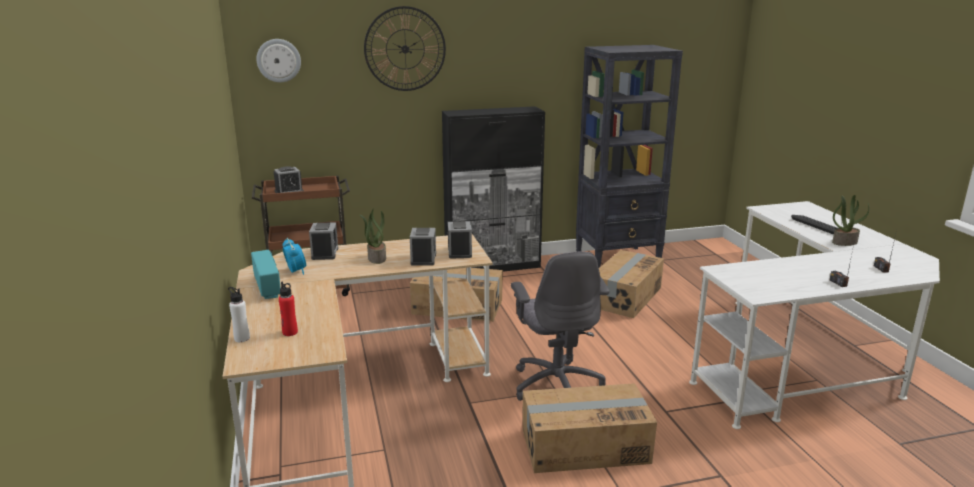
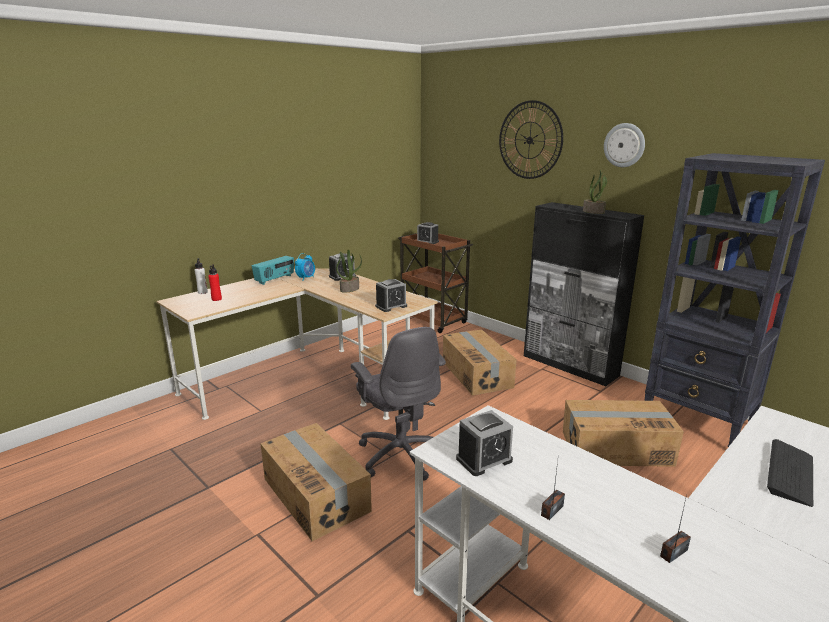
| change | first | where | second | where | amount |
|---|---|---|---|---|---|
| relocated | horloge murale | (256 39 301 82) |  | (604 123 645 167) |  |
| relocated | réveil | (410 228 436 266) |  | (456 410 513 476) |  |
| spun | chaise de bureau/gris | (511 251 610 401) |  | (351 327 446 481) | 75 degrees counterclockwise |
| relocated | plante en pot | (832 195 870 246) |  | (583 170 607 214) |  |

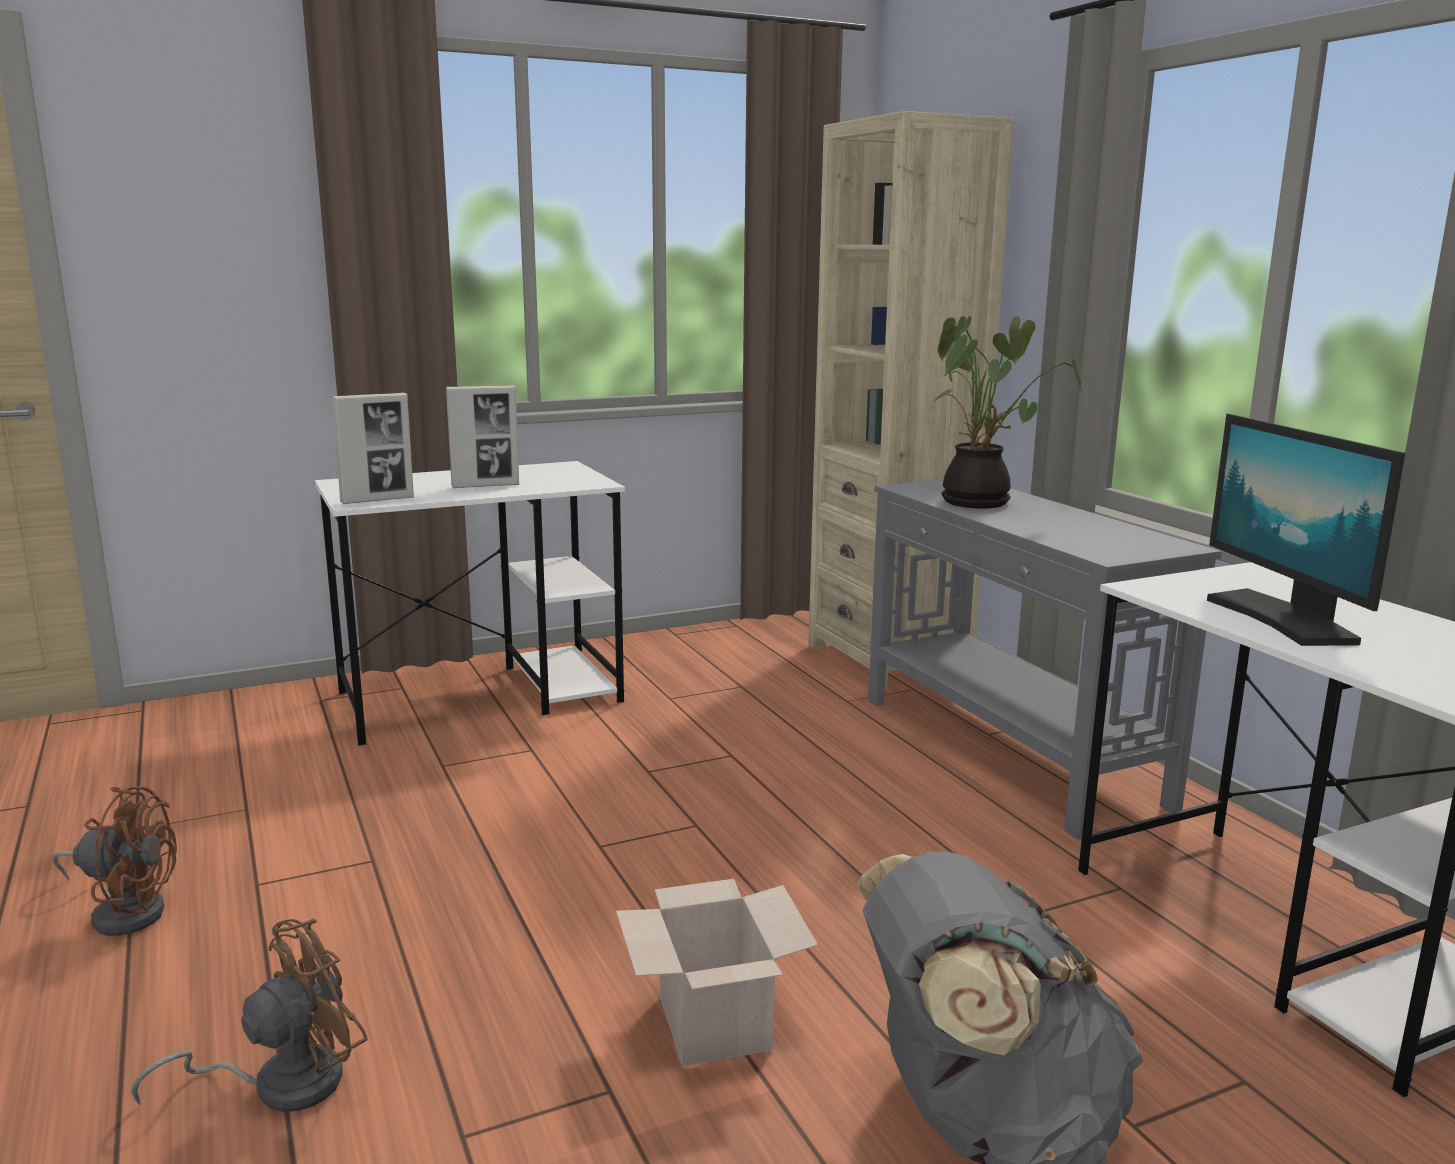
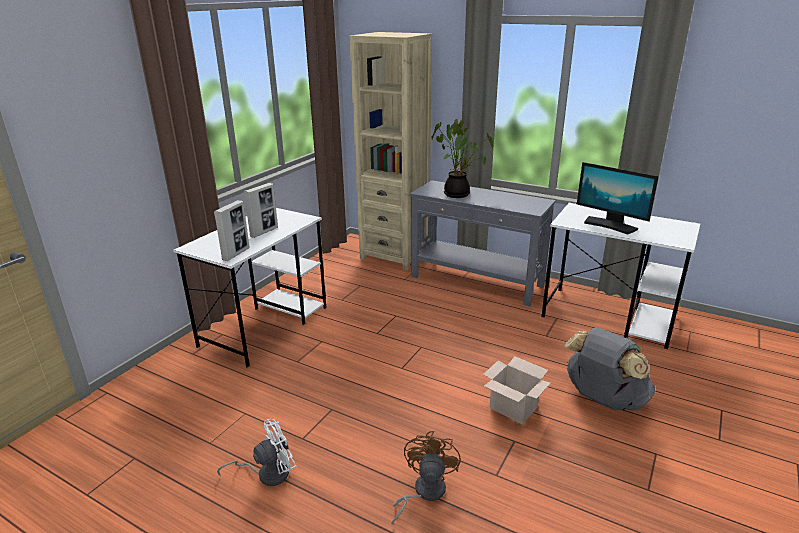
| change | first | where | second | where | amount |
|---|---|---|---|---|---|
| colour | ventilateur/marron | (52 786 177 936) | ventilateur/blanc | (217 419 296 486) |  |

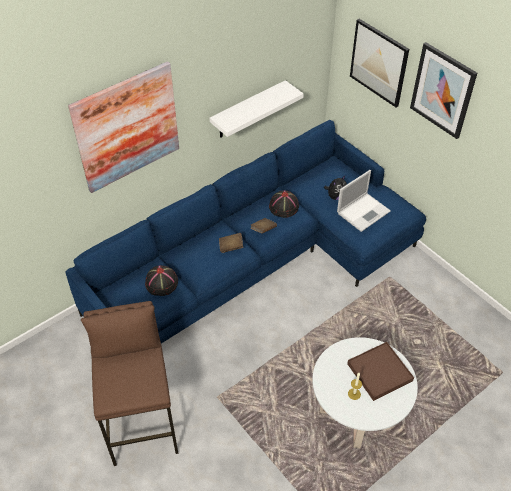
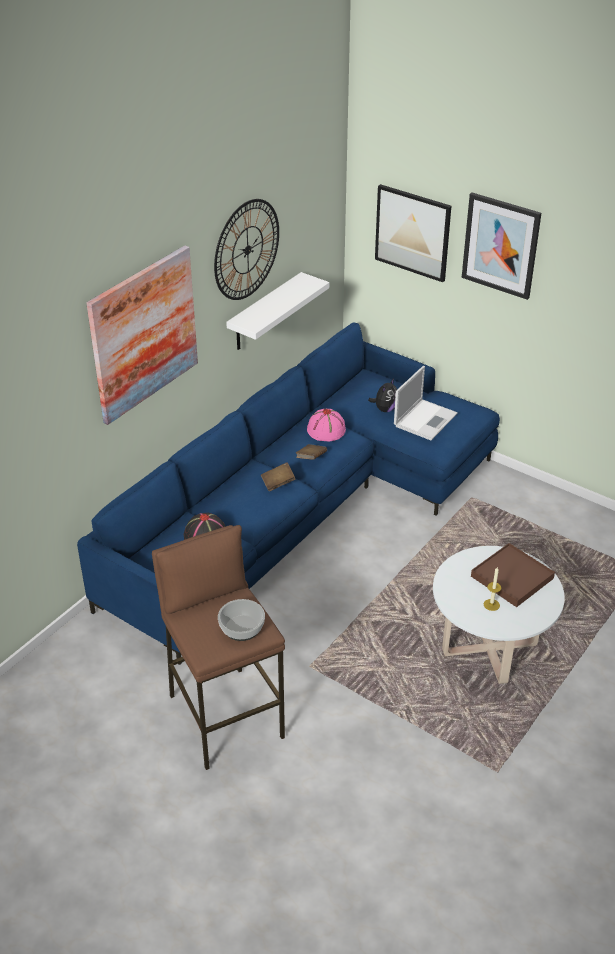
| change | first | where | second | where | amount |
|---|---|---|---|---|---|
| colour | chapeau/noir | (269 190 299 218) | chapeau/rose | (307 409 346 441) |  |
| appeared |  |  | horloge murale | (214 199 279 300) |  |
| appeared |  |  | bol | (218 599 265 641) |  |

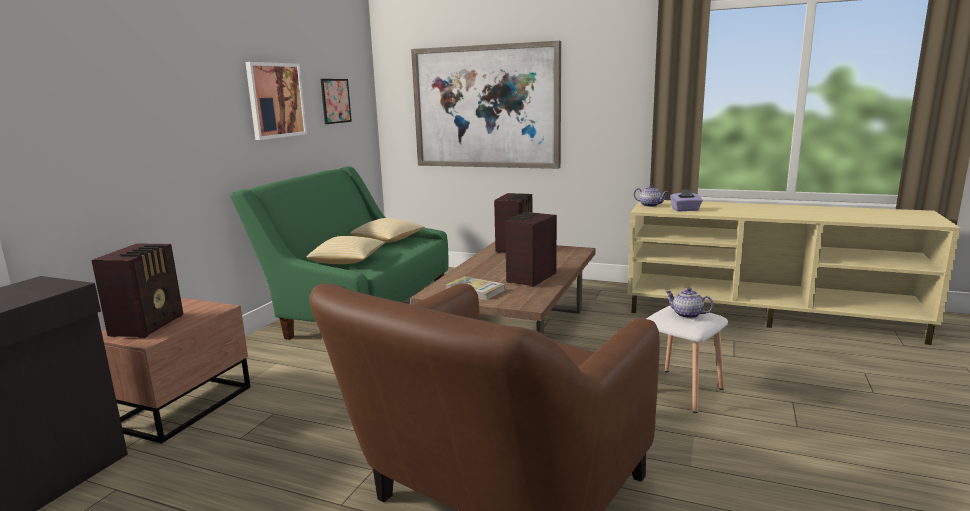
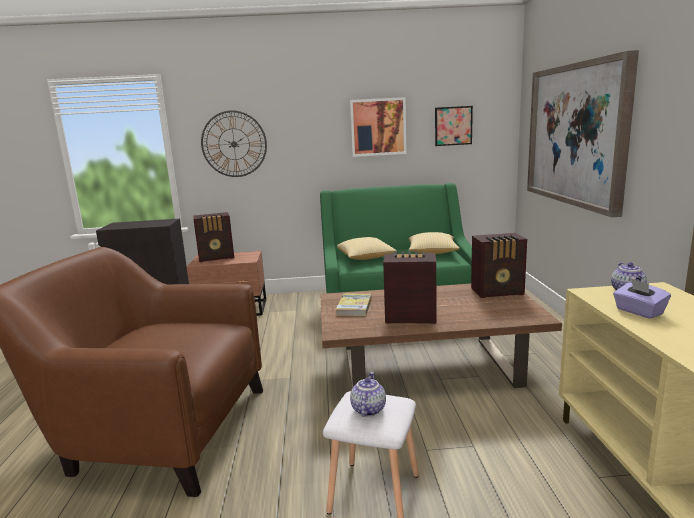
| change | first | where | second | where | amount |
|---|---|---|---|---|---|
| appeared |  |  | horloge murale | (201 110 267 177) |  |

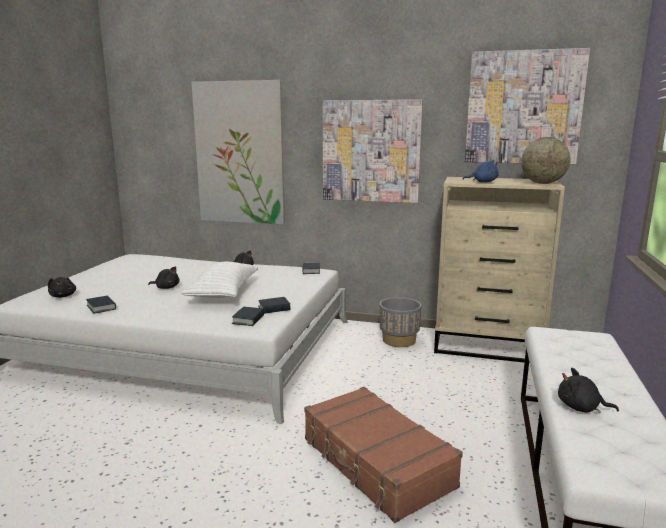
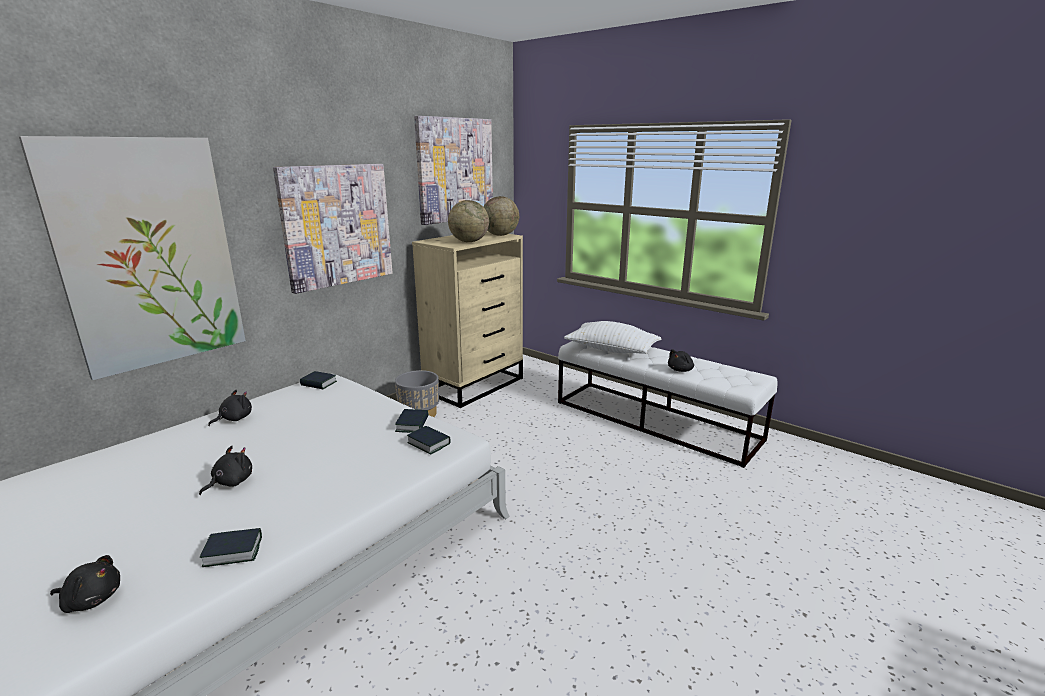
| change | first | where | second | where | amount |
|---|---|---|---|---|---|
| relocated | coussin/blanc | (182 262 258 298) |  | (564 321 662 354) |  |
| missing | valise/marron | (304 387 463 523) |  |  |  |
| exchanged | peluche/bleu | (463 160 499 182) | globe | (448 200 489 242) |  |

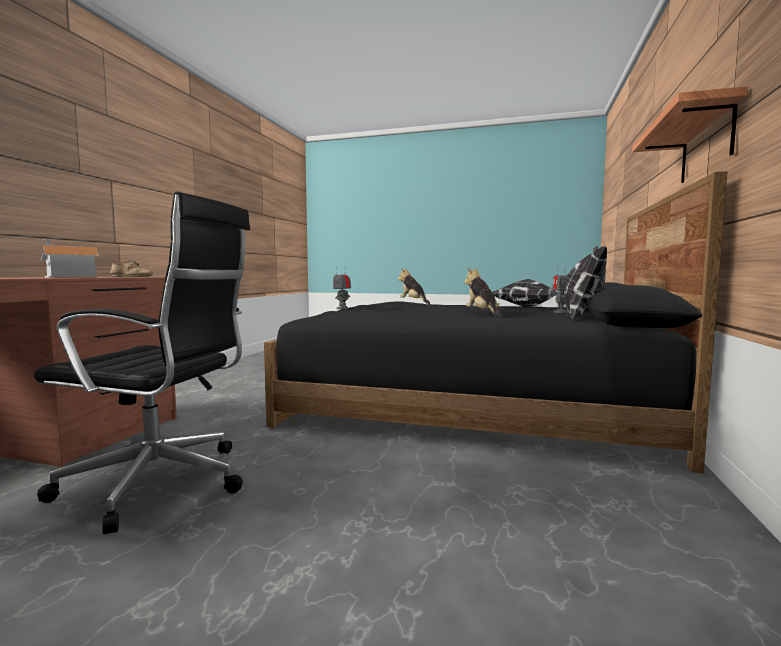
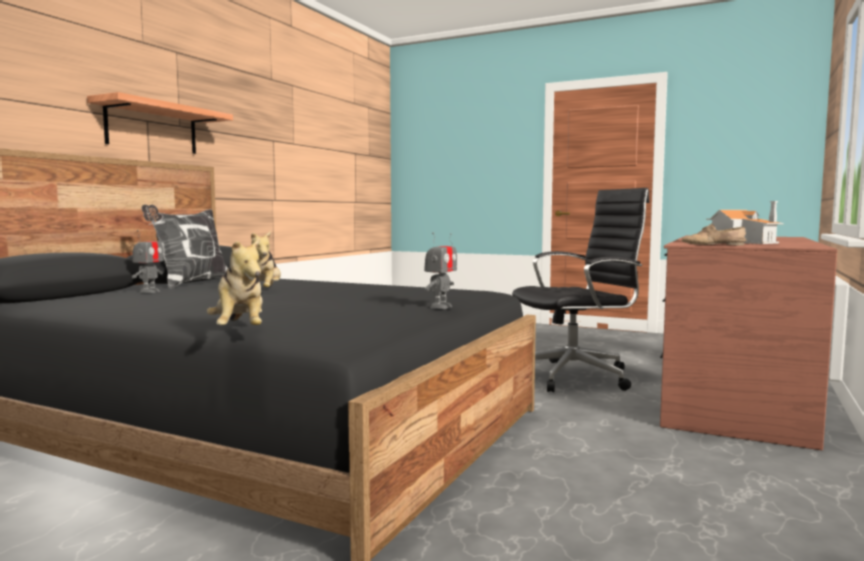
| change | first | where | second | where | amount |
|---|---|---|---|---|---|
| spun | chaise de bureau/noir | (34 191 251 534) |  | (512 188 649 392) | 135 degrees clockwise |
| missing | coussin | (492 279 564 307) |  |  |  |

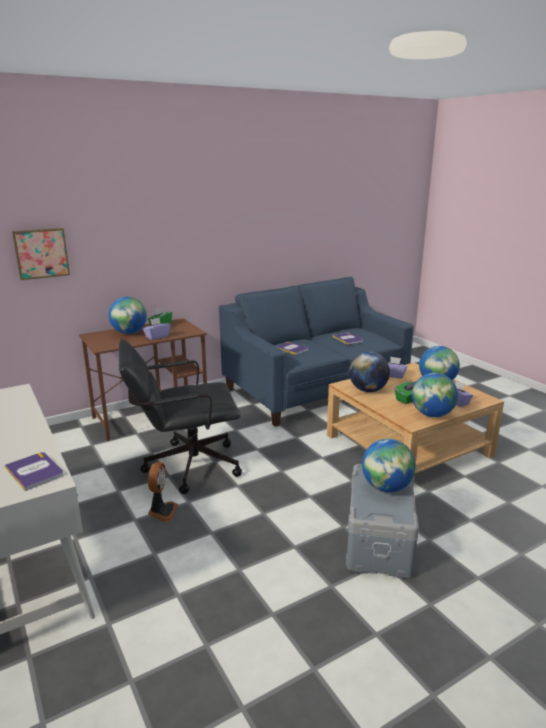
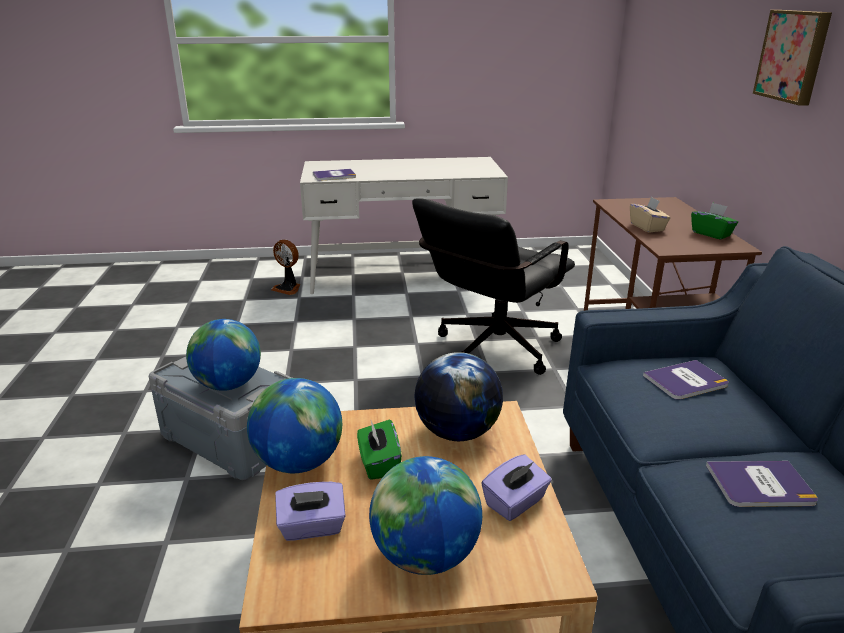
| change | first | where | second | where | amount |
|---|---|---|---|---|---|
| relocated | tableau | (12 228 70 280) |  | (753 10 832 106) |  |
| missing | globe | (108 297 147 334) |  |  |  |
| spun | chaise de bureau/noir | (119 339 242 494) |  | (412 198 575 375) | 150 degrees counterclockwise |
| colour | boîte à mouchoirs/violet | (143 317 171 340) | boîte à mouchoirs/beige | (630 197 670 233) |  |
| relocated | ventilateur | (148 462 178 522) |  | (271 240 300 295) |  |

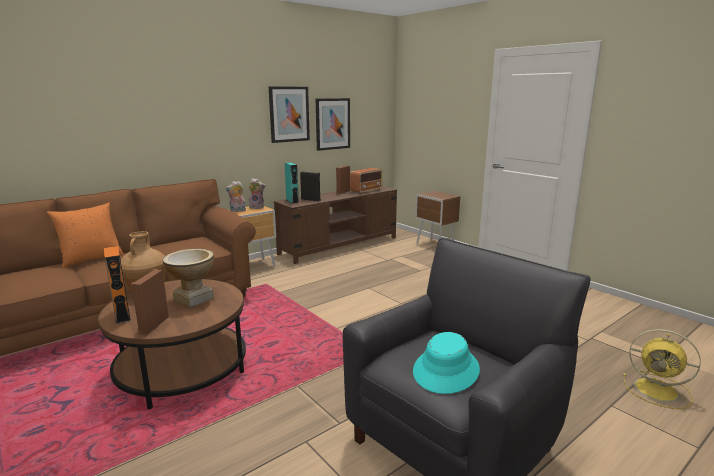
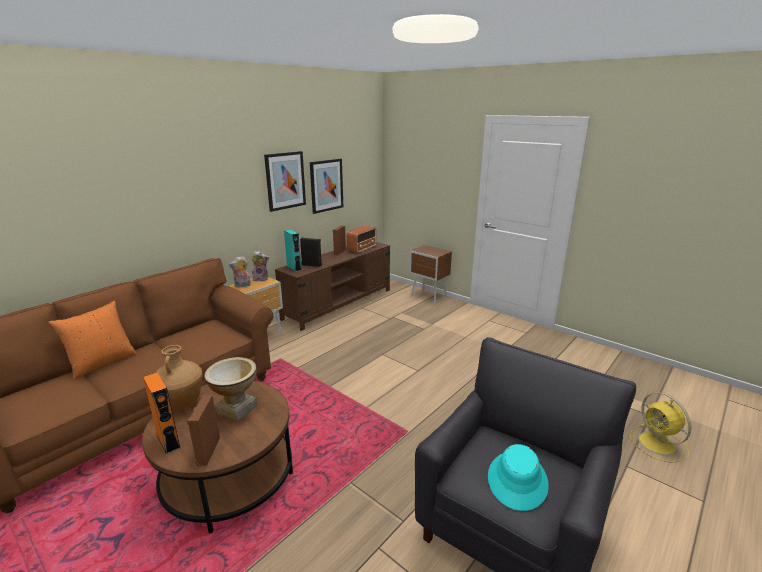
| change | first | where | second | where | amount |
|---|---|---|---|---|---|
| spun | ventilateur/jaune | (623 329 701 409) |  | (630 392 691 463) | 45 degrees clockwise |

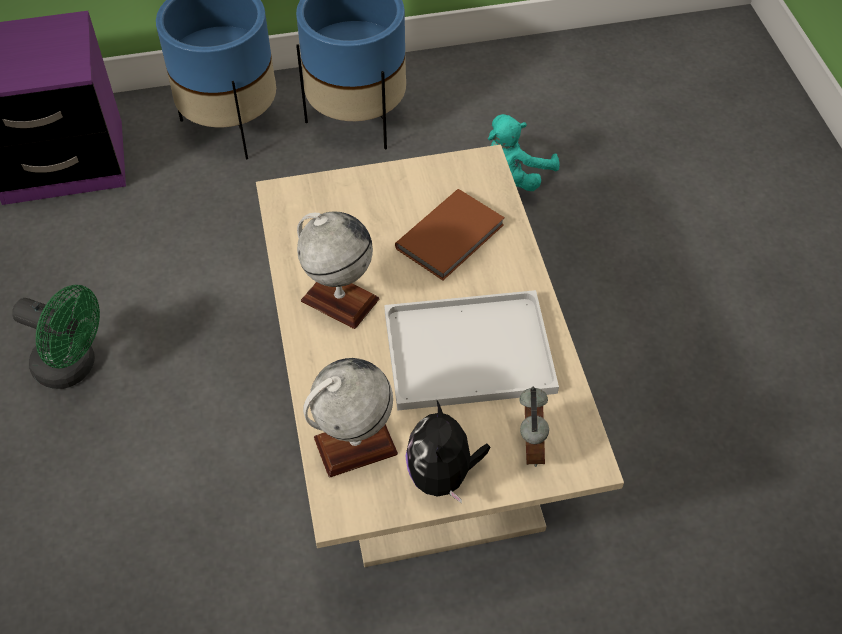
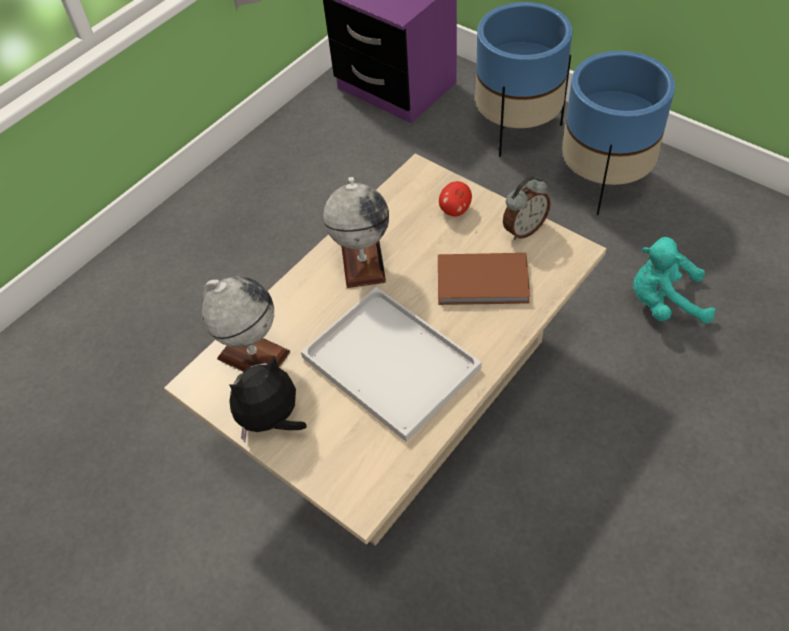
| change | first | where | second | where | amount |
|---|---|---|---|---|---|
| missing | ventilateur/vert | (12 285 100 389) |  |  |  |
| relocated | réveil | (519 387 549 467) |  | (503 176 551 240) |  |
| appeared |  |  | pomme | (439 181 472 216) |  |

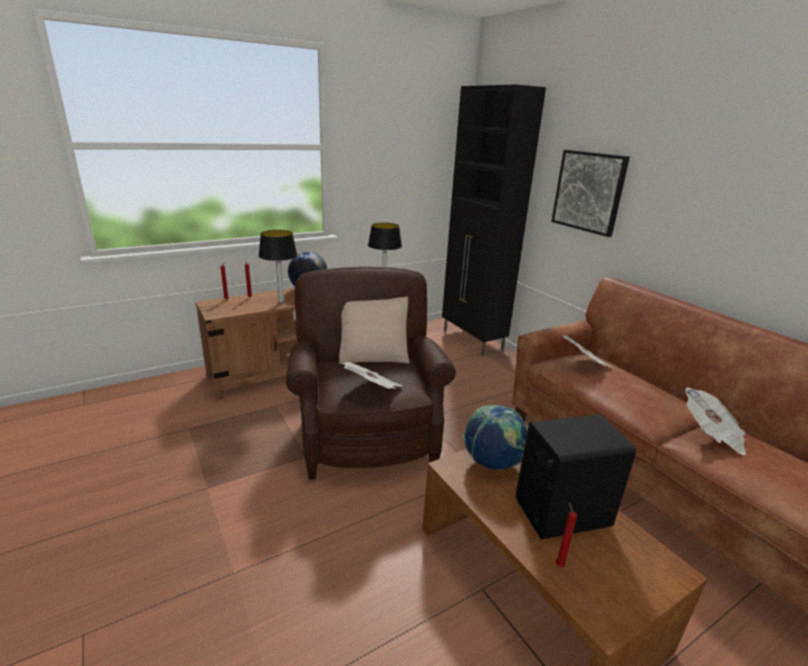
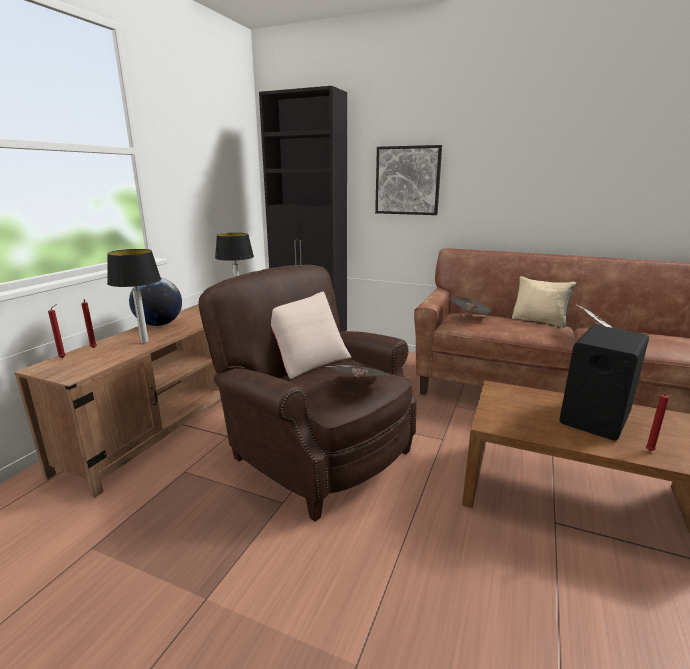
| change | first | where | second | where | amount |
|---|---|---|---|---|---|
| missing | globe | (463 405 527 470) |  |  |  |
| appeared |  |  | coussin/beige | (512 276 576 328) |  |

